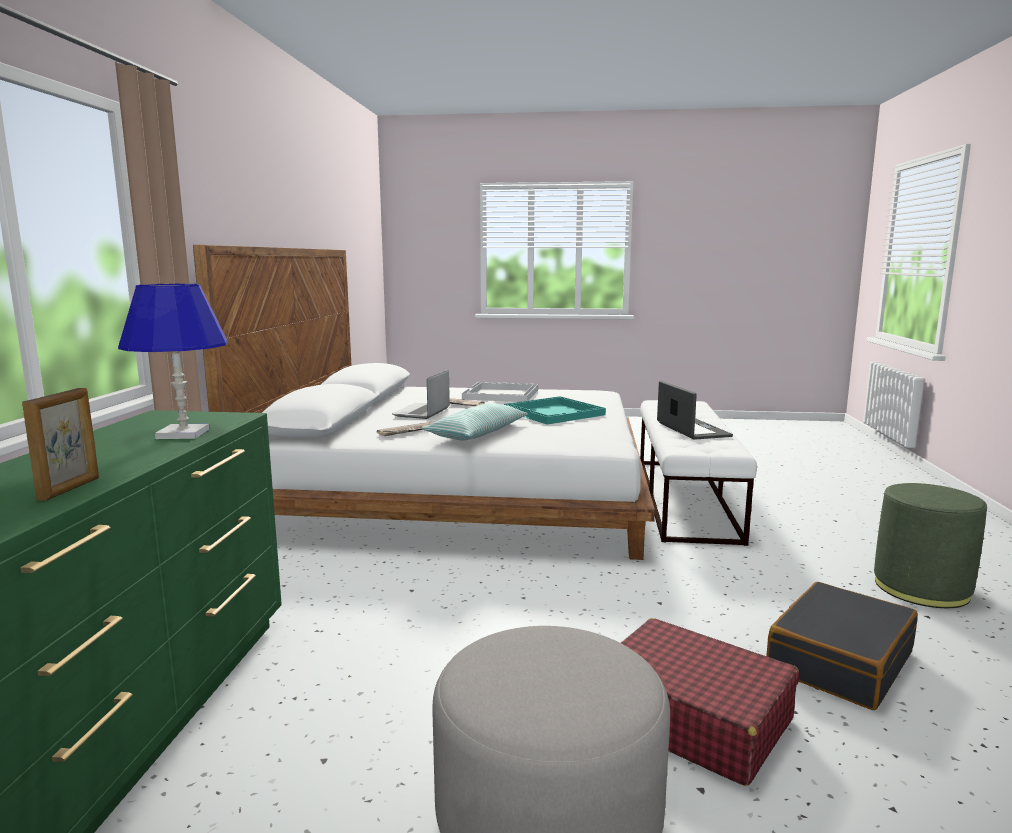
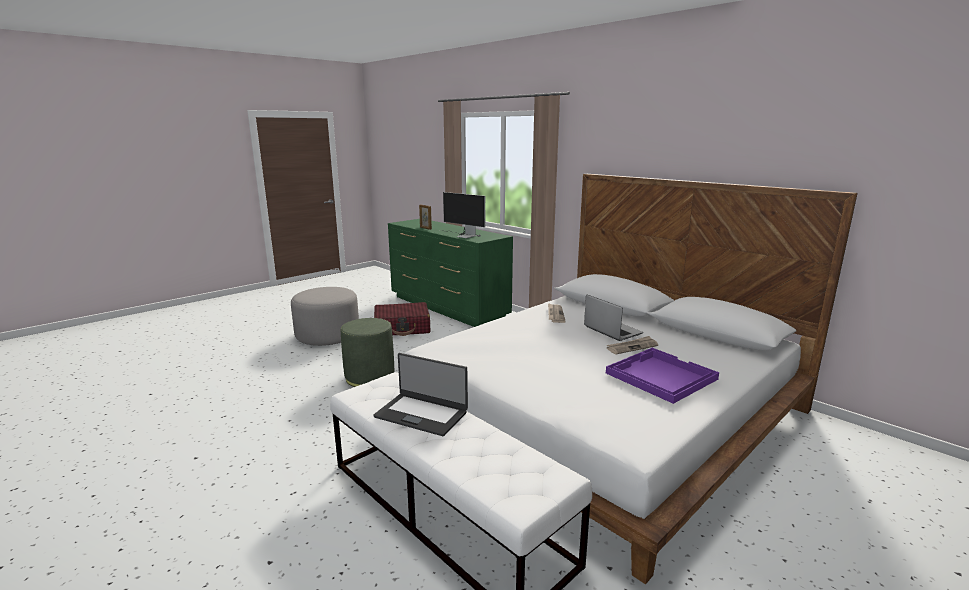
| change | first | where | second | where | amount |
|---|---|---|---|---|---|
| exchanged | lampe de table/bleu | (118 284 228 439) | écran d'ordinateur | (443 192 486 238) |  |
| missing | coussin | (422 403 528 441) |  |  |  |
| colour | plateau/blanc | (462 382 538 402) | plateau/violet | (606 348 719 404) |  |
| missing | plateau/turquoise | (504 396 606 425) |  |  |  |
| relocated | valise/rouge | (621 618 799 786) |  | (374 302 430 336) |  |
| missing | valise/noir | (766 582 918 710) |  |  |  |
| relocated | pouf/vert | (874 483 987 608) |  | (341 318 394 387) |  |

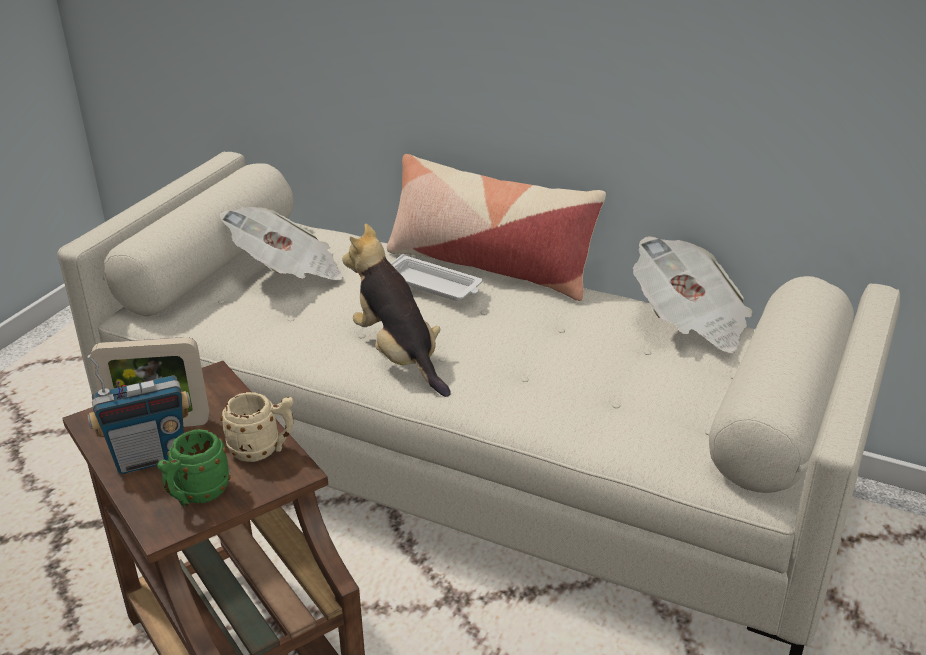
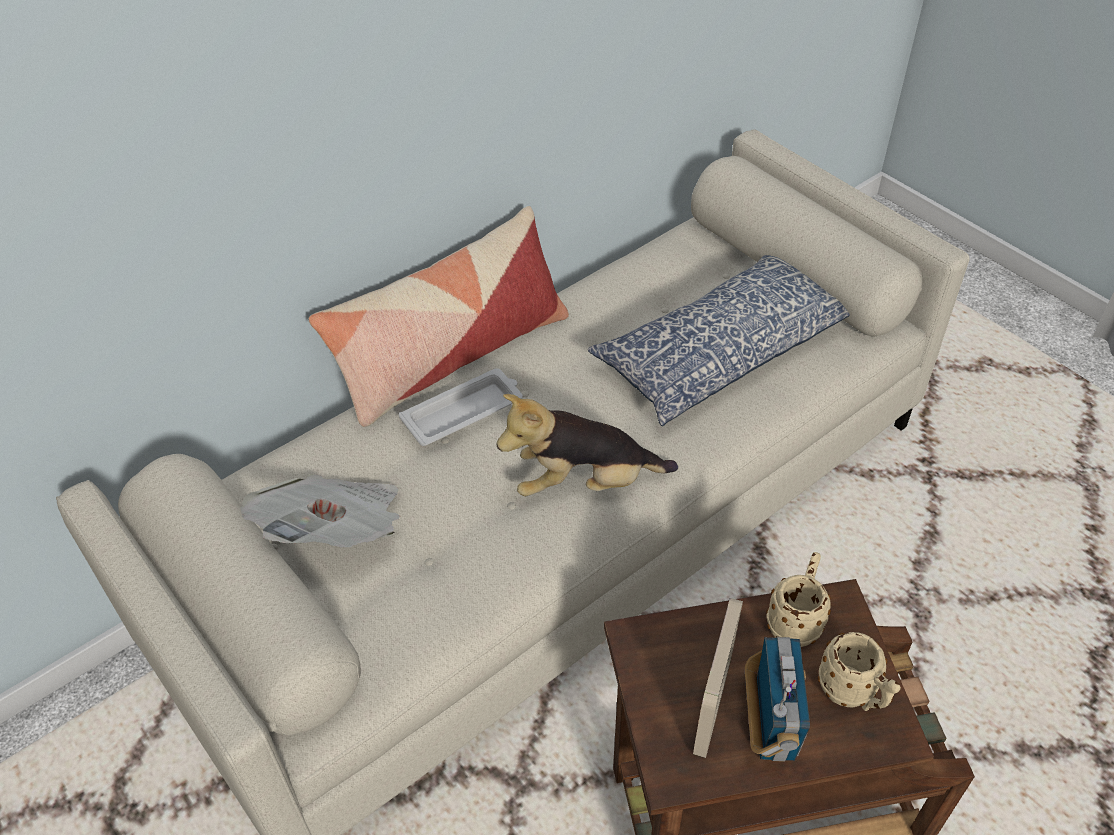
| change | first | where | second | where | amount |
|---|---|---|---|---|---|
| colour | mug/vert | (157 429 230 507) | mug/beige | (818 632 901 711) |  |
| missing | journal | (633 236 752 353) |  |  |  |
| appeared |  |  | coussin | (588 255 850 426) |  |

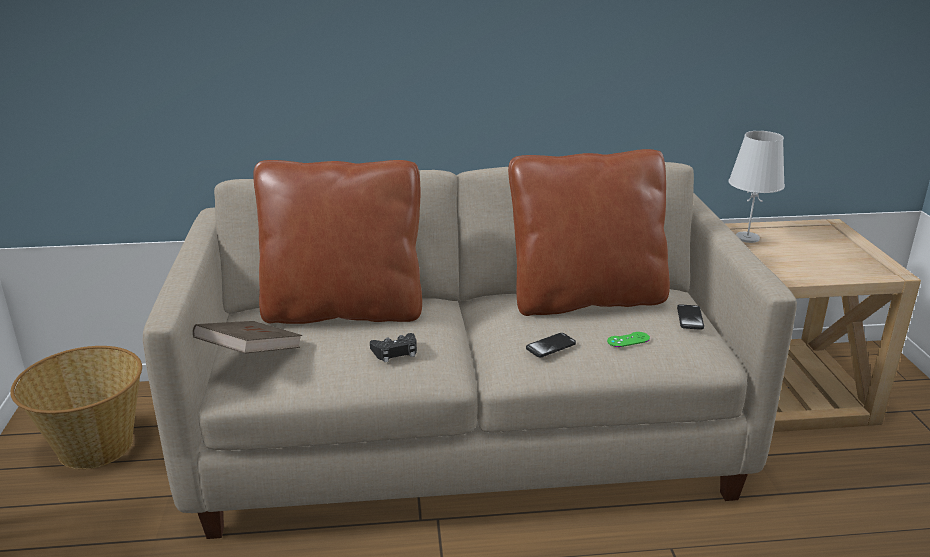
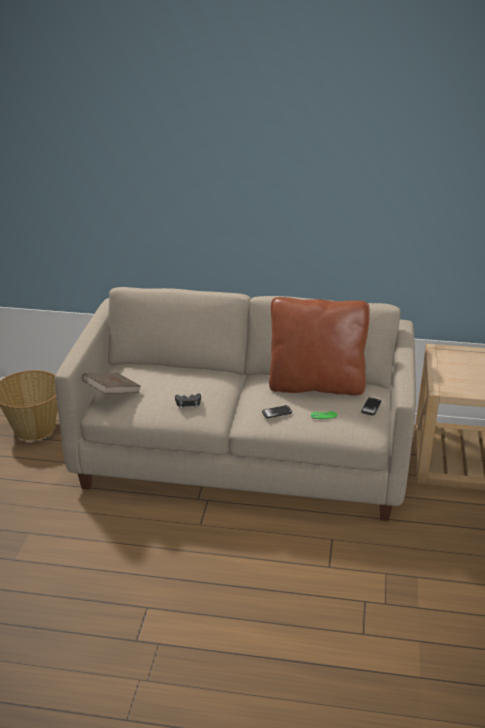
| change | first | where | second | where | amount |
|---|---|---|---|---|---|
| missing | coussin/marron | (253 160 422 324) |  |  |  |
| missing | lampe de table/blanc | (728 131 785 243) |  |  |  |

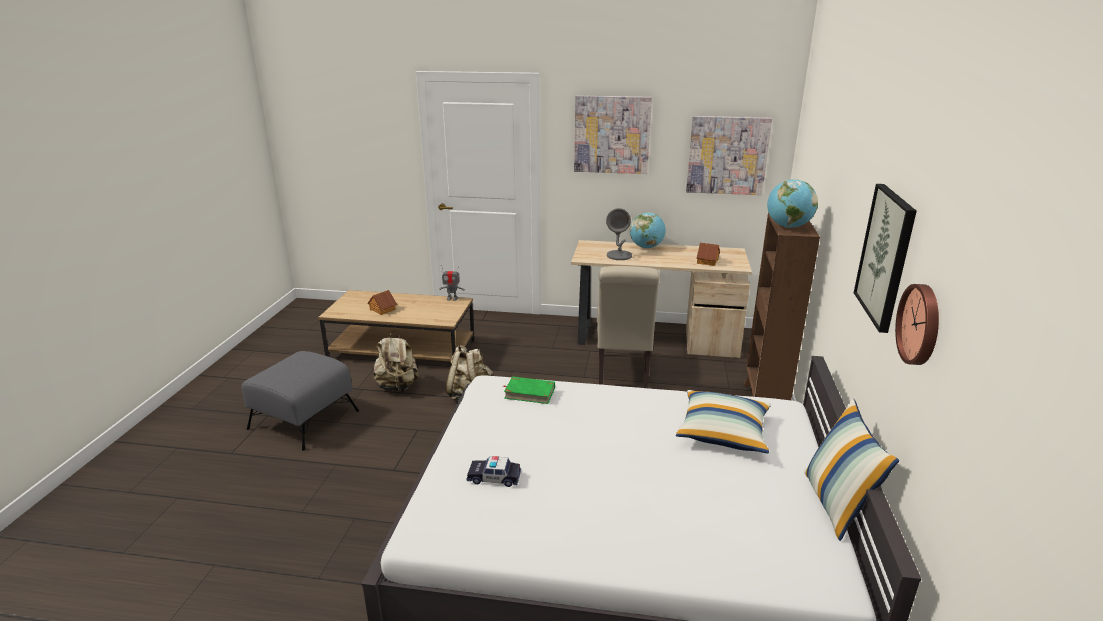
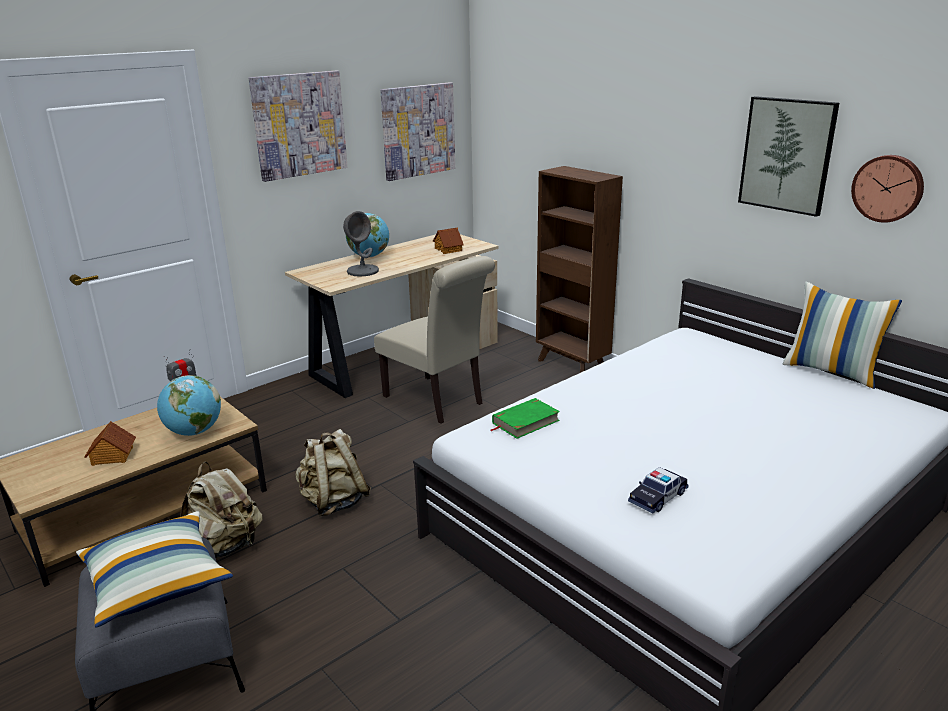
| change | first | where | second | where | amount |
|---|---|---|---|---|---|
| relocated | coussin | (676 390 771 453) |  | (76 511 233 627) |  |
| relocated | globe | (767 179 818 228) |  | (157 375 221 436) |  |

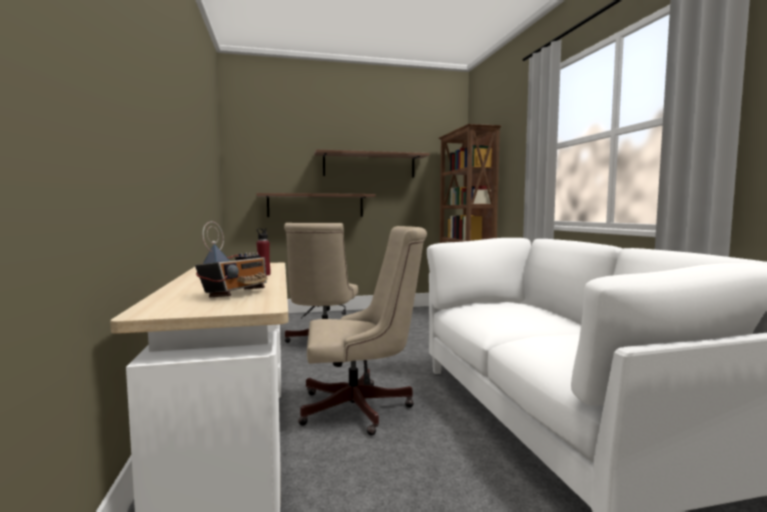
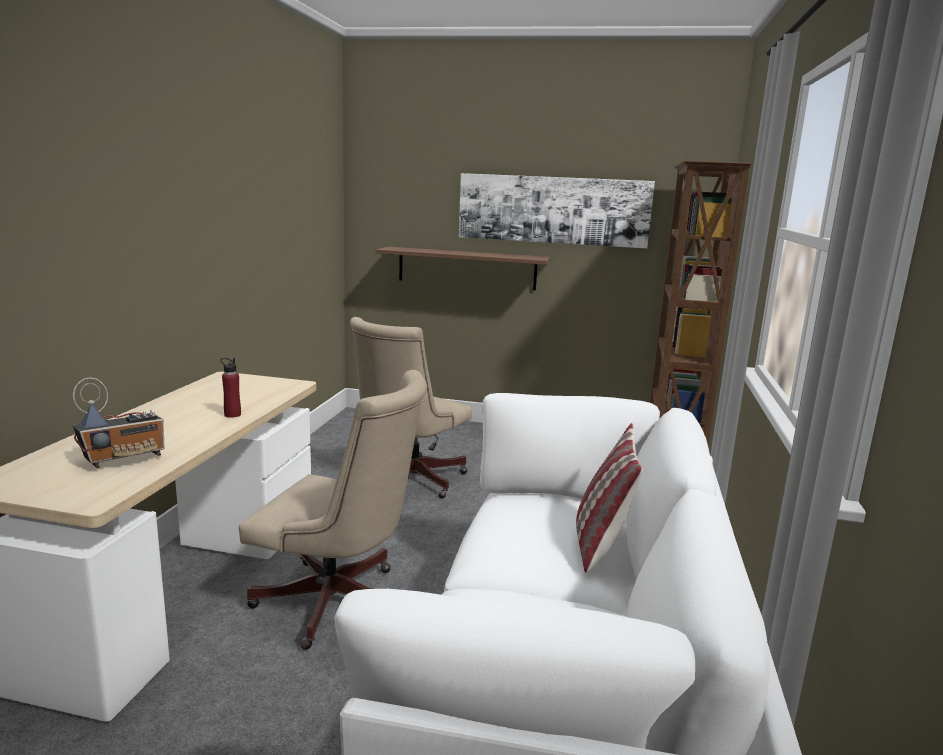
| change | first | where | second | where | amount |
|---|---|---|---|---|---|
| exchanged | étagère | (314 149 430 178) | tableau | (459 173 655 249) |  |
| appeared |  |  | coussin | (576 423 643 573) |  |

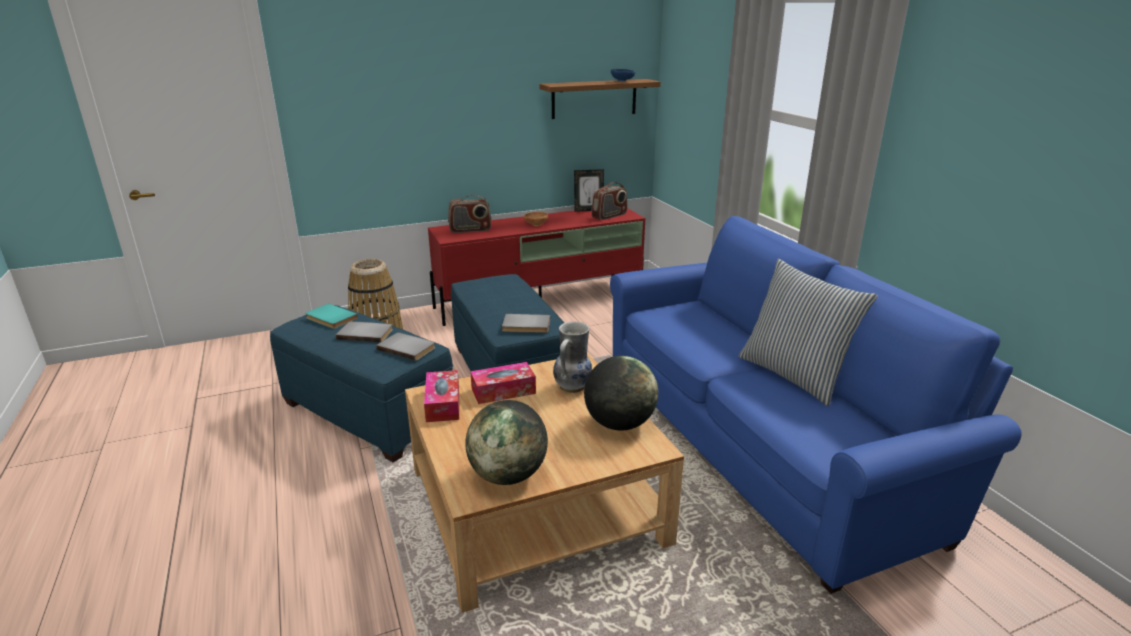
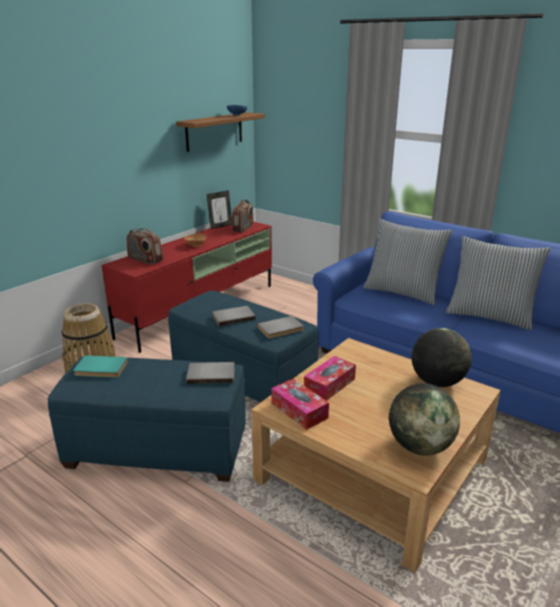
| change | first | where | second | where | amount |
|---|---|---|---|---|---|
| relocated | livre/gris | (336 321 393 343) |  | (212 306 256 326) |  |
| spun | radio | (448 195 492 233) |  | (127 228 163 265) | 75 degrees clockwise |
| missing | vase | (553 321 592 393) |  |  |  |
| appeared |  |  | coussin | (363 219 452 305) |  |

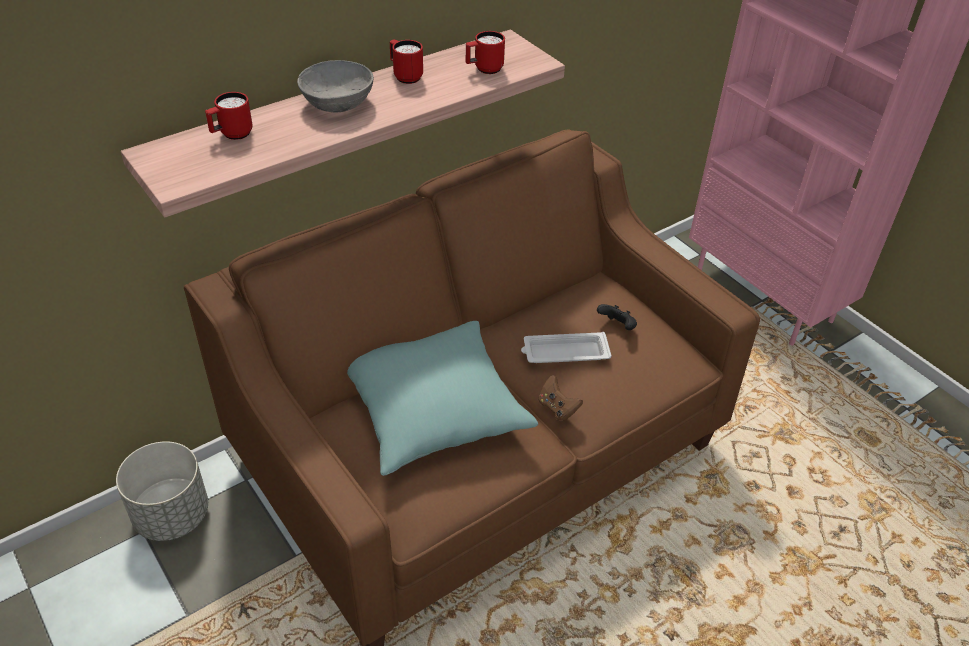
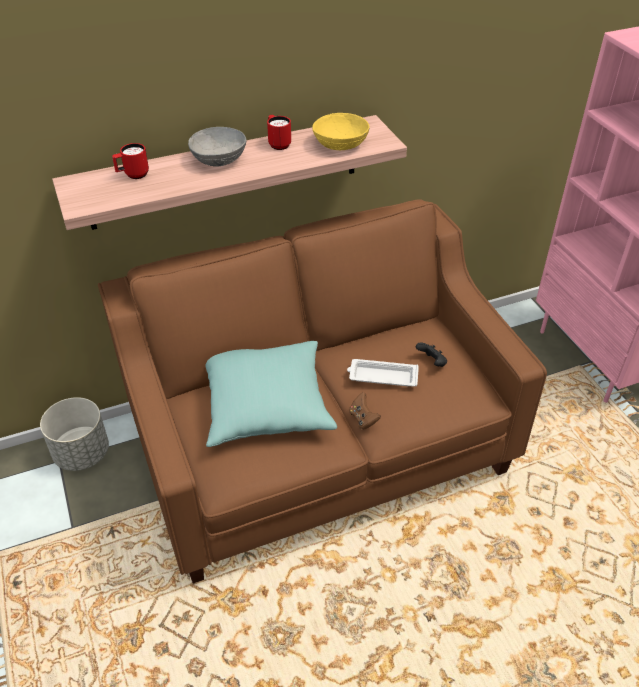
| change | first | where | second | where | amount |
|---|---|---|---|---|---|
| exchanged | mug/rouge | (466 31 505 74) | bol/jaune | (312 113 370 150) |  |

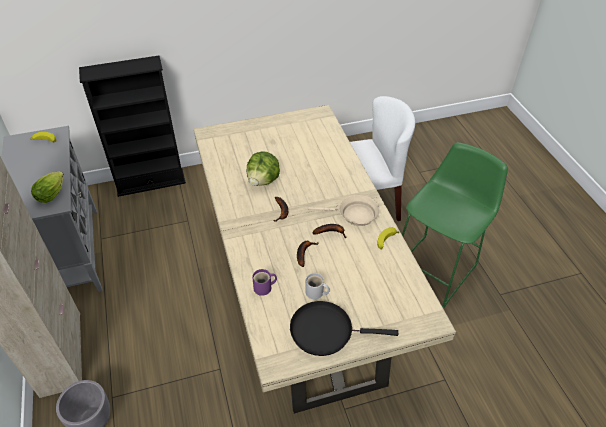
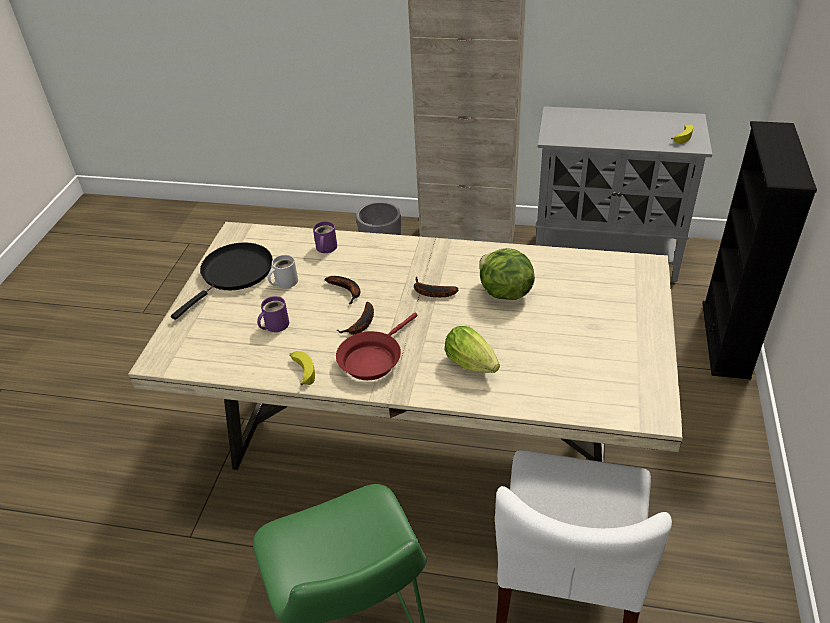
| change | first | where | second | where | amount |
|---|---|---|---|---|---|
| relocated | laitue | (31 171 64 203) |  | (445 326 500 373) |  |
| colour | poêle/beige | (308 195 380 226) | poêle/rouge | (336 312 418 380) |  |
| appeared |  |  | mug/violet | (257 296 289 332) |  |

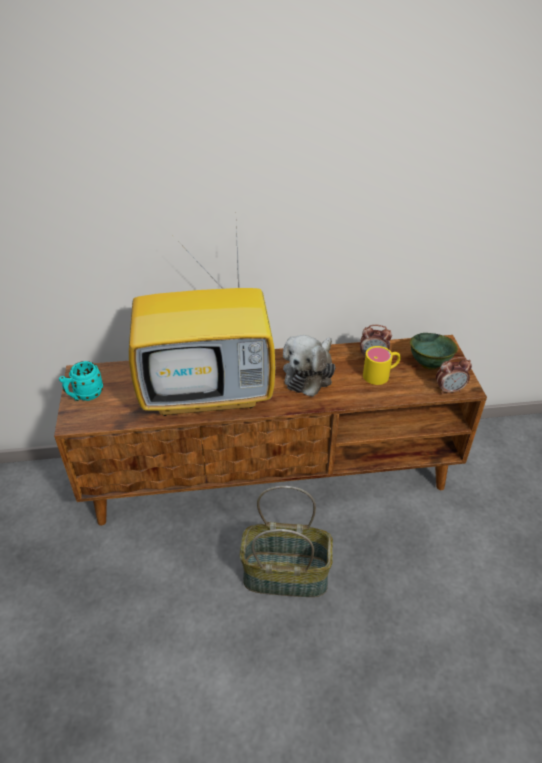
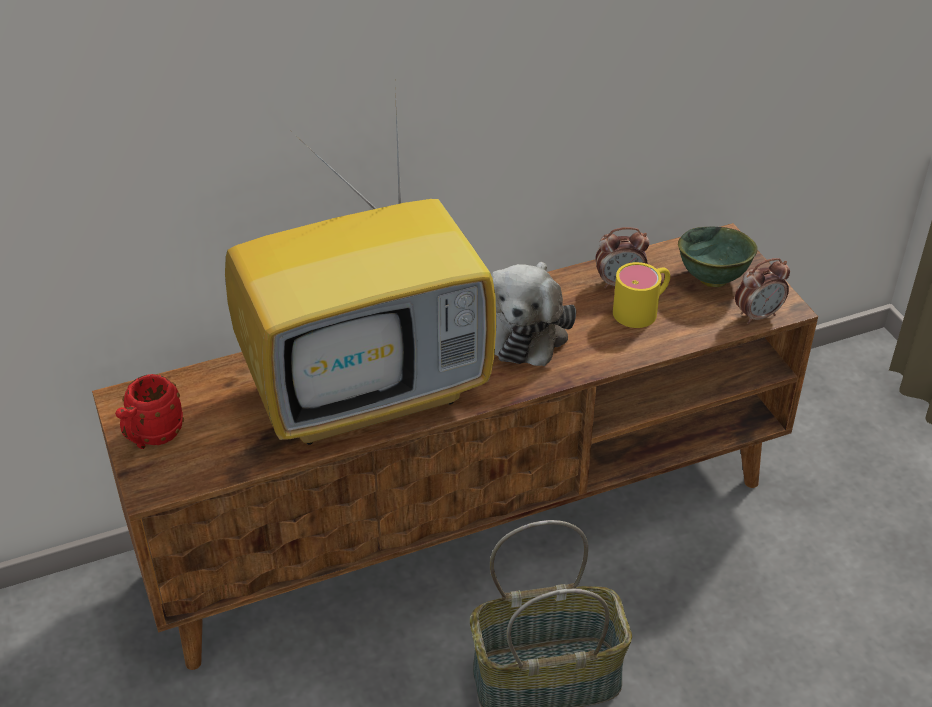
| change | first | where | second | where | amount |
|---|---|---|---|---|---|
| colour | mug/turquoise | (59 361 103 401) | mug/rouge | (115 374 184 449) |  |

